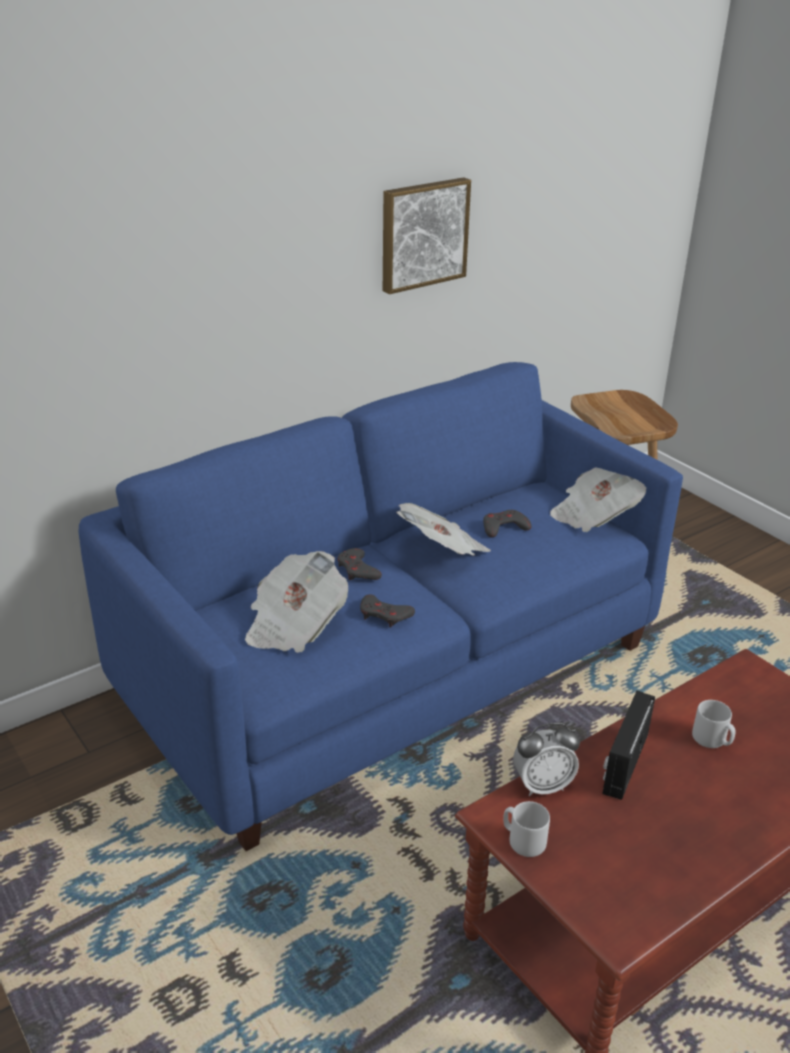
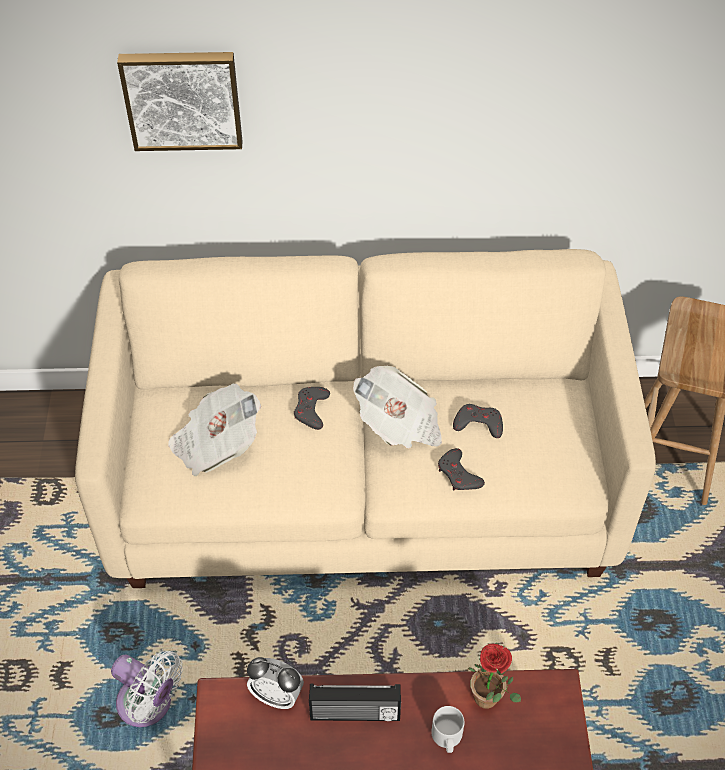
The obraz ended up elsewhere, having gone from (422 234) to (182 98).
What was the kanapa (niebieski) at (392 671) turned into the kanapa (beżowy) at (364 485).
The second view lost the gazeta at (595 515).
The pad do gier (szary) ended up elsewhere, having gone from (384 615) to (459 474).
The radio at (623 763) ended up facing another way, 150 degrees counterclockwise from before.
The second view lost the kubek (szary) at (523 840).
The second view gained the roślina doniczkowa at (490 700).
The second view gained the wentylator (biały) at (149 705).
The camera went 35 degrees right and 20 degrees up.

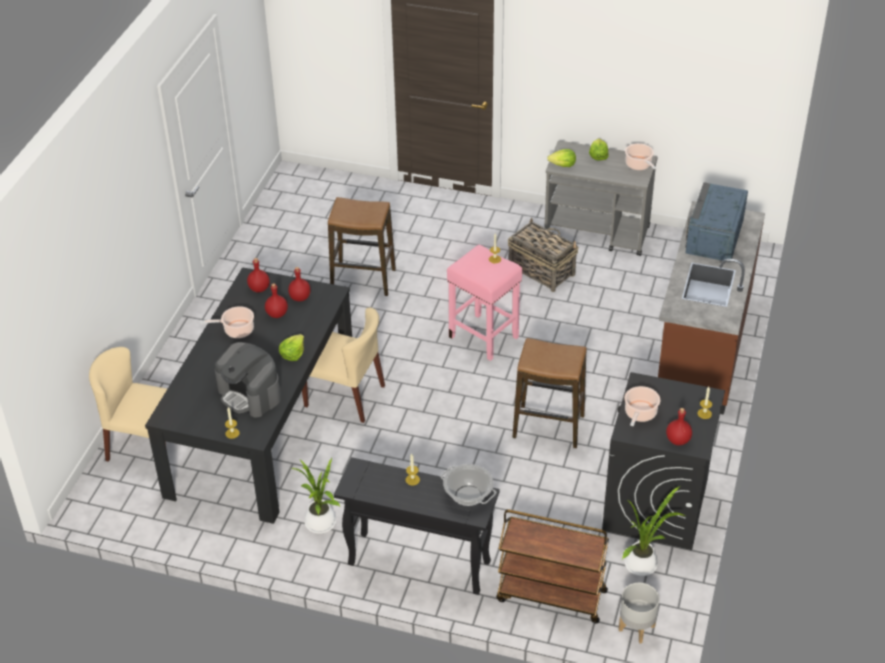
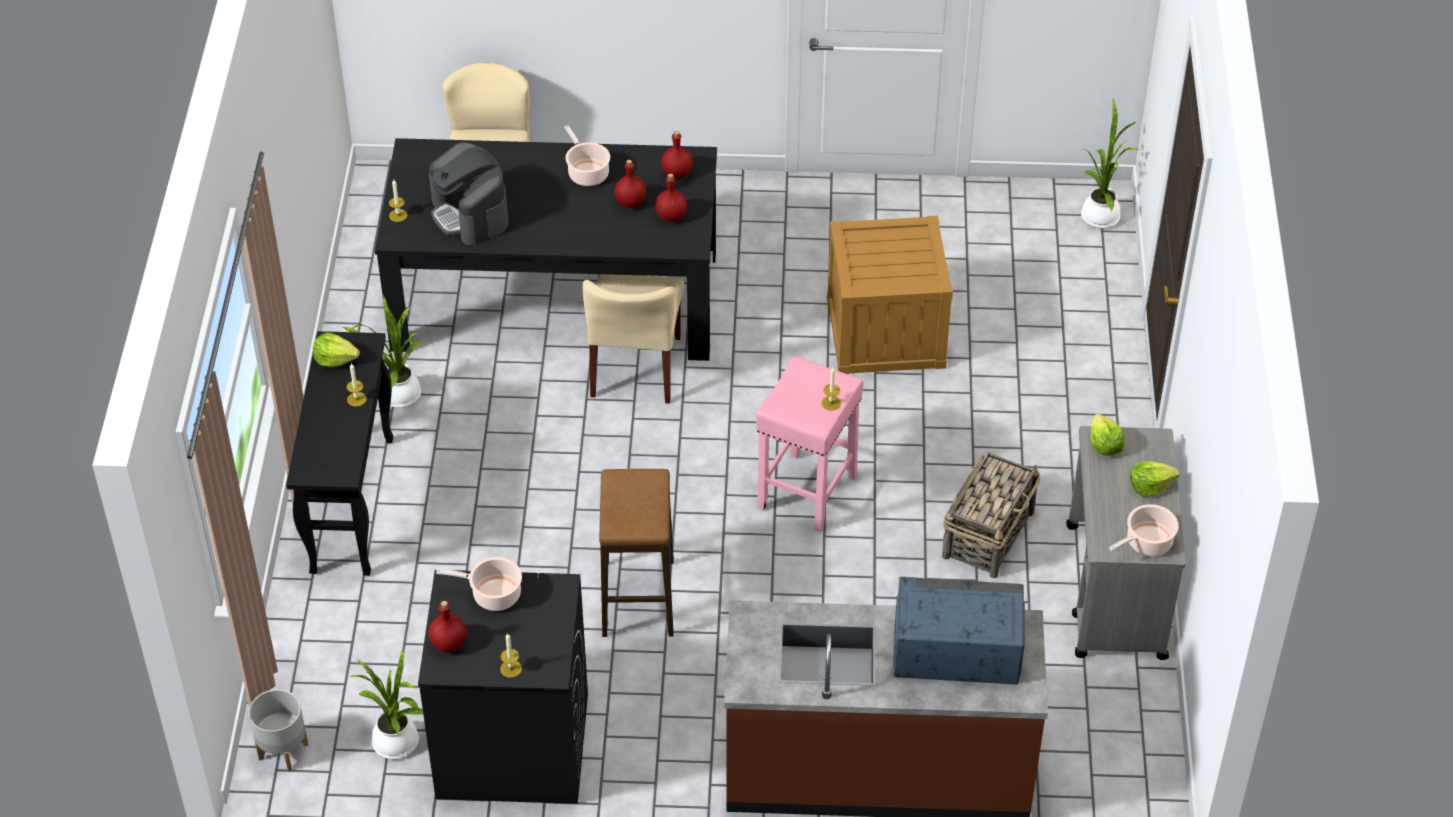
Where the stołek stood at (363 280), the skrzynka came to stand at (886 333).
The sałata ended up elsewhere, having gone from (292 354) to (335 359).
The ekspres do kawy at (250 394) ended up facing another way, 60 degrees counterclockwise from before.
The second view lost the garnek at (468 495).
The second view lost the wózek (brązowy) at (550 596).
The second view gained the roślina doniczkowa at (1101 214).
The camera went 75 degrees right and 5 degrees up.

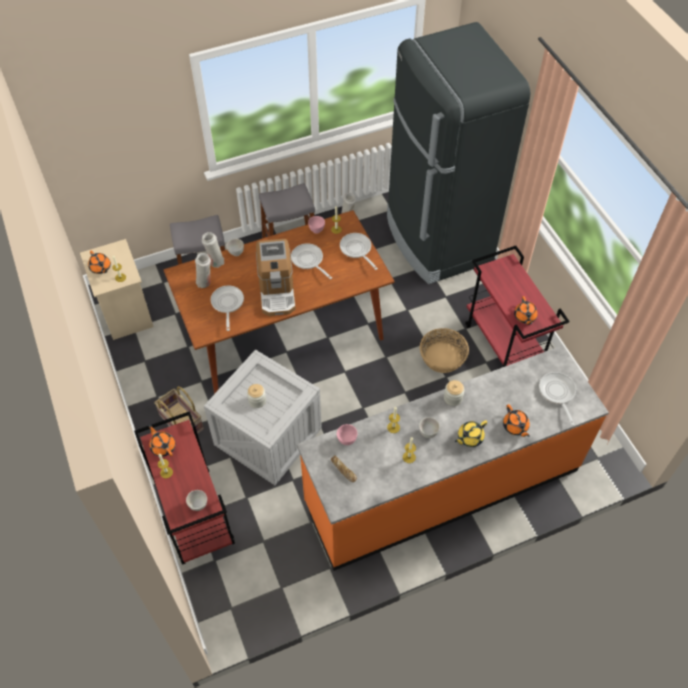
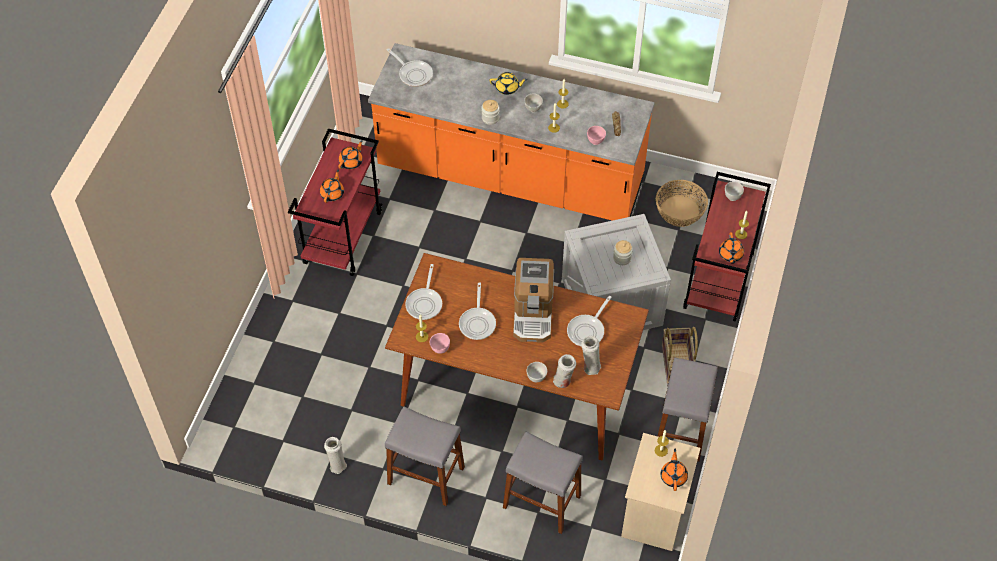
The second view lost the lodówka (czarny) at (437 240).
The ekspres do kawy at (277 291) ended up facing another way, 150 degrees clockwise from before.
The koszyk ended up elsewhere, having gone from (442 358) to (680 211).
The patelnia at (557 393) ended up facing another way, 75 degrees counterclockwise from before.
The imbryk (pomarańczowy) ended up elsewhere, having gone from (515 427) to (332 193).
The second view gained the stołek (szary) at (681 429).
The camera went 140 degrees left and 0 degrees up.

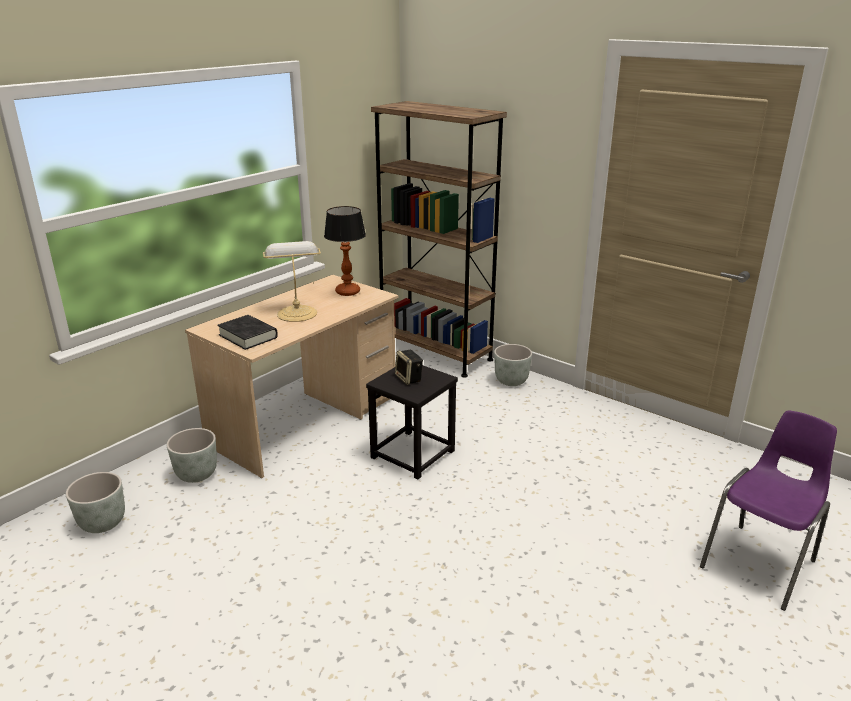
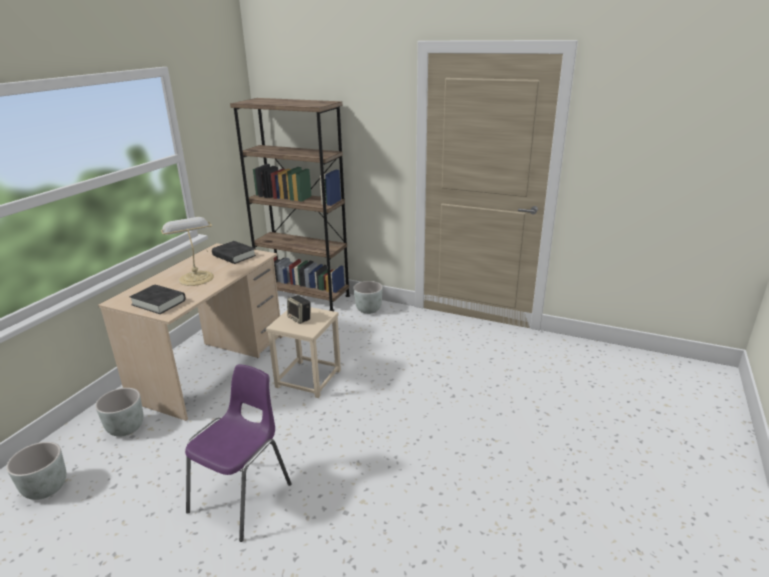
Where the lampa stołowa stood at (347 292), the książka (czarny) came to stand at (234 256).
What was the stołek (czarny) at (413 454) turned into the stołek (beżowy) at (309 379).
The krzesło (fioletowy) ended up elsewhere, having gone from (760 563) to (243 497).
The camera went 15 degrees left and 0 degrees up.

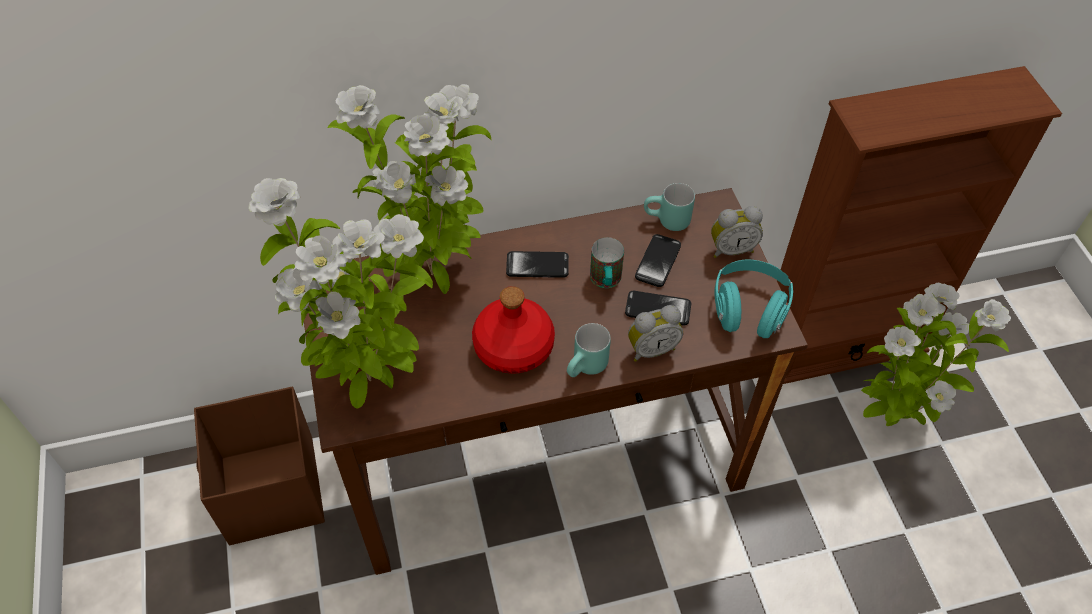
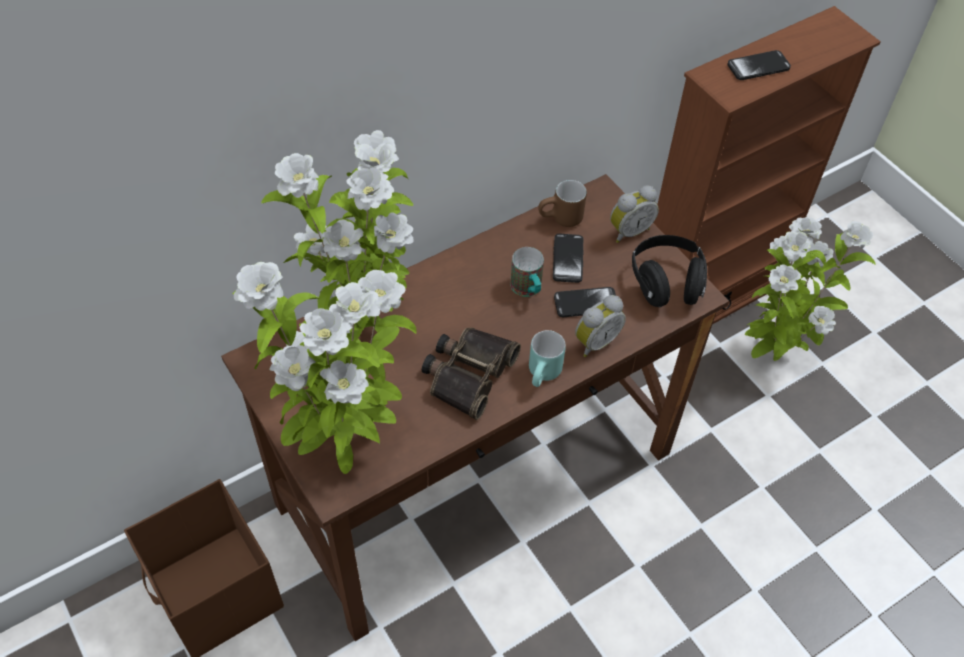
What was the kubek (turkusowy) at (667 222) turned into the kubek (brązowy) at (561 220).
The telefon ended up elsewhere, having gone from (537 265) to (758 67).
What was the słuchawki (turkusowy) at (748 310) turned into the słuchawki (czarny) at (666 283).
Where the butelka (czerwony) stood at (513 346), the lornetka came to stand at (467 373).
The camera went 20 degrees left and 0 degrees up.

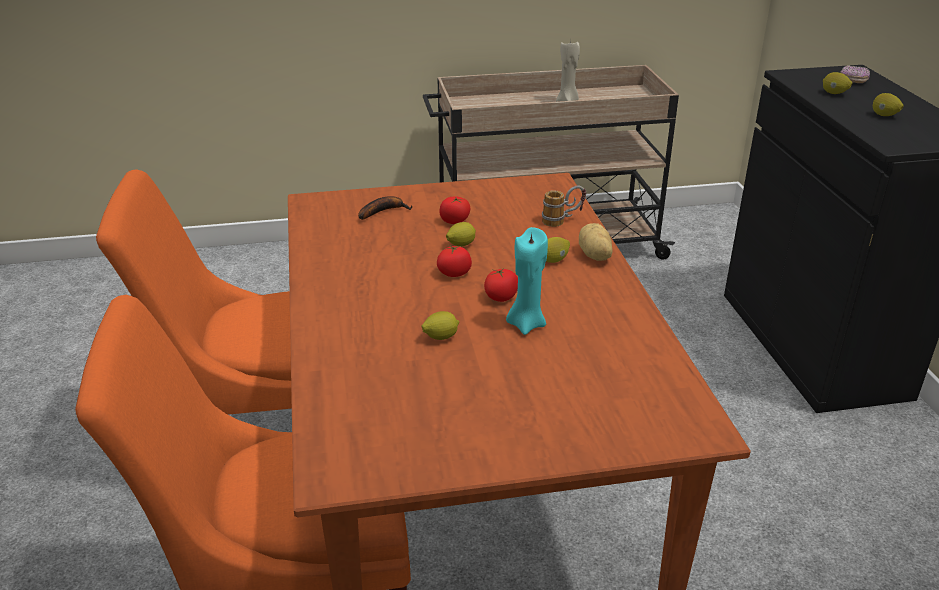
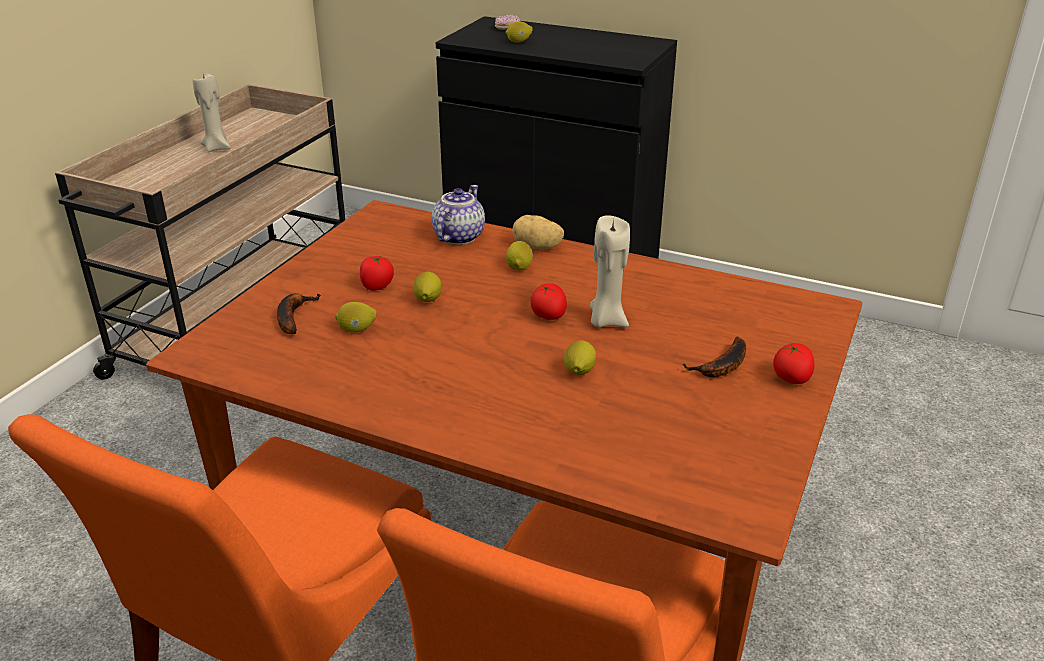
The cytryna ended up elsewhere, having gone from (884 115) to (357 330).
Where the kubek stood at (563 221), the imbryk came to stand at (458 236).
What was the świeca (turkusowy) at (526 324) turned into the świeca (beżowy) at (606 321).
The pomidor ended up elsewhere, having gone from (454 273) to (791 378).
The second view gained the banan at (722 367).
The camera went 55 degrees left and 0 degrees up.

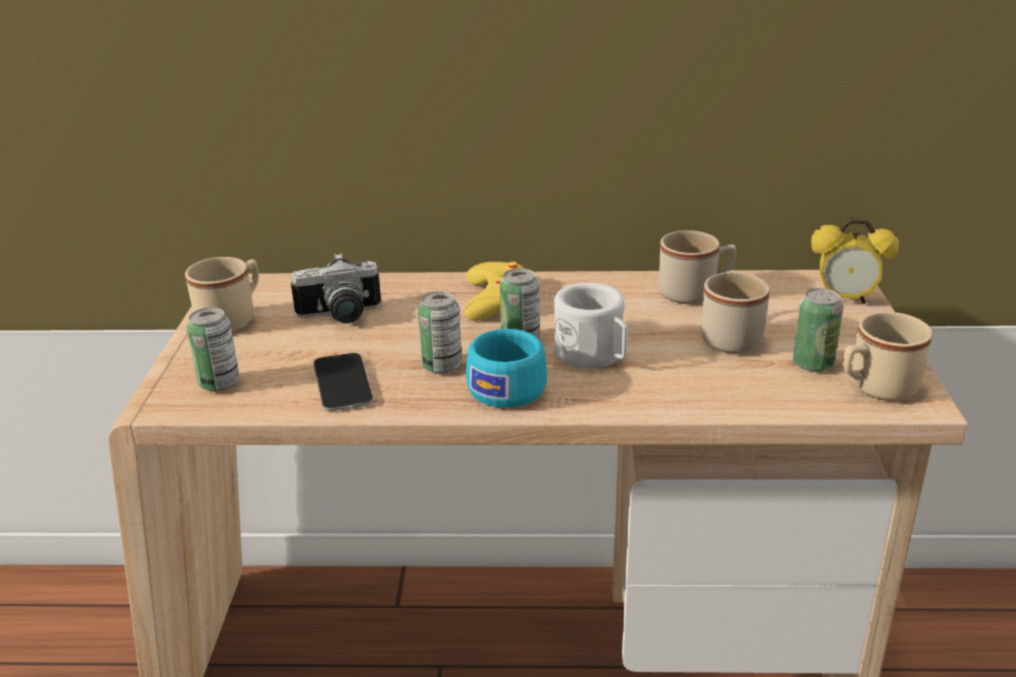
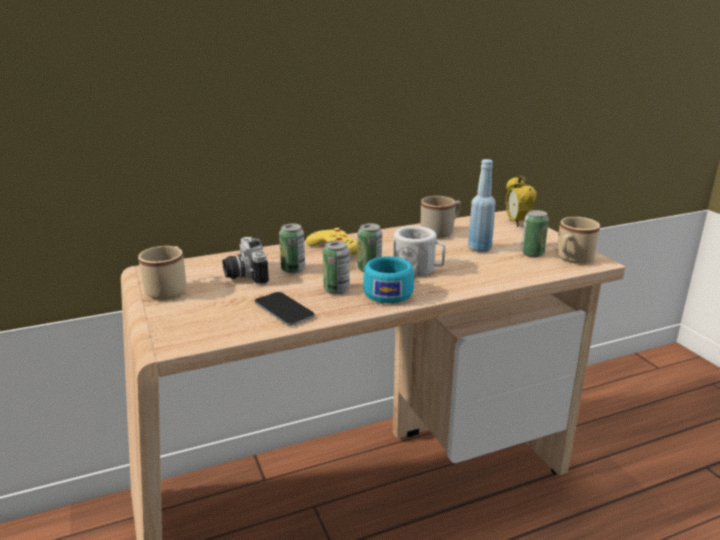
The budzik at (845 299) ended up facing another way, 90 degrees clockwise from before.
The aparat fotograficzny at (340 316) ended up facing another way, 105 degrees clockwise from before.
Where the kubek (beżowy) stood at (730 336), the butelka (niebieski) came to stand at (479 248).
The puszka ended up elsewhere, having gone from (219 383) to (293 269).
The camera went 25 degrees left and 5 degrees down.

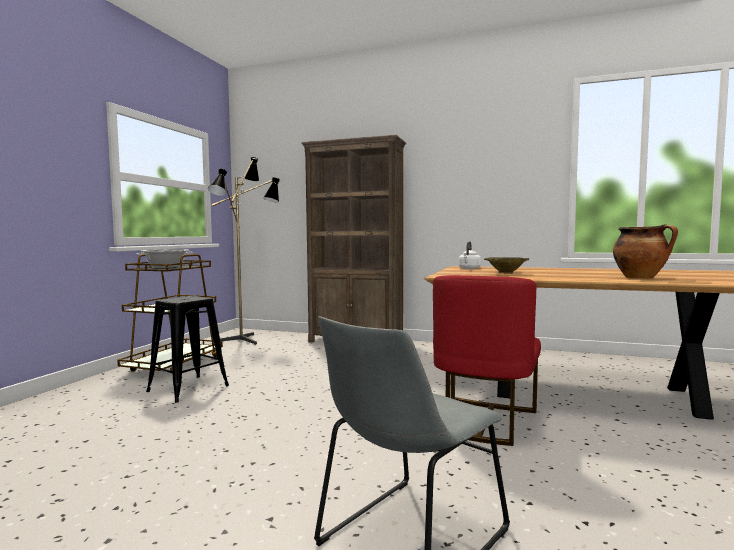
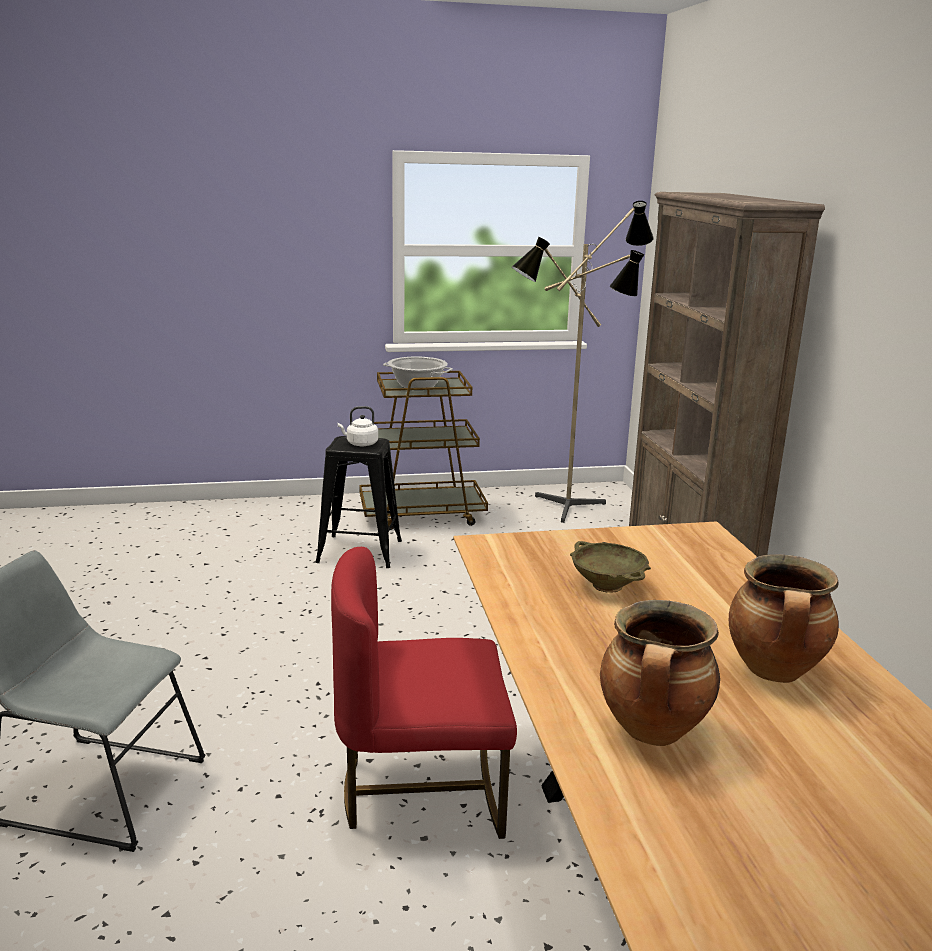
The czajnik (biały) ended up elsewhere, having gone from (469 268) to (360 444).
The second view gained the garnek at (775 672).
The camera went 60 degrees right and 15 degrees up.

